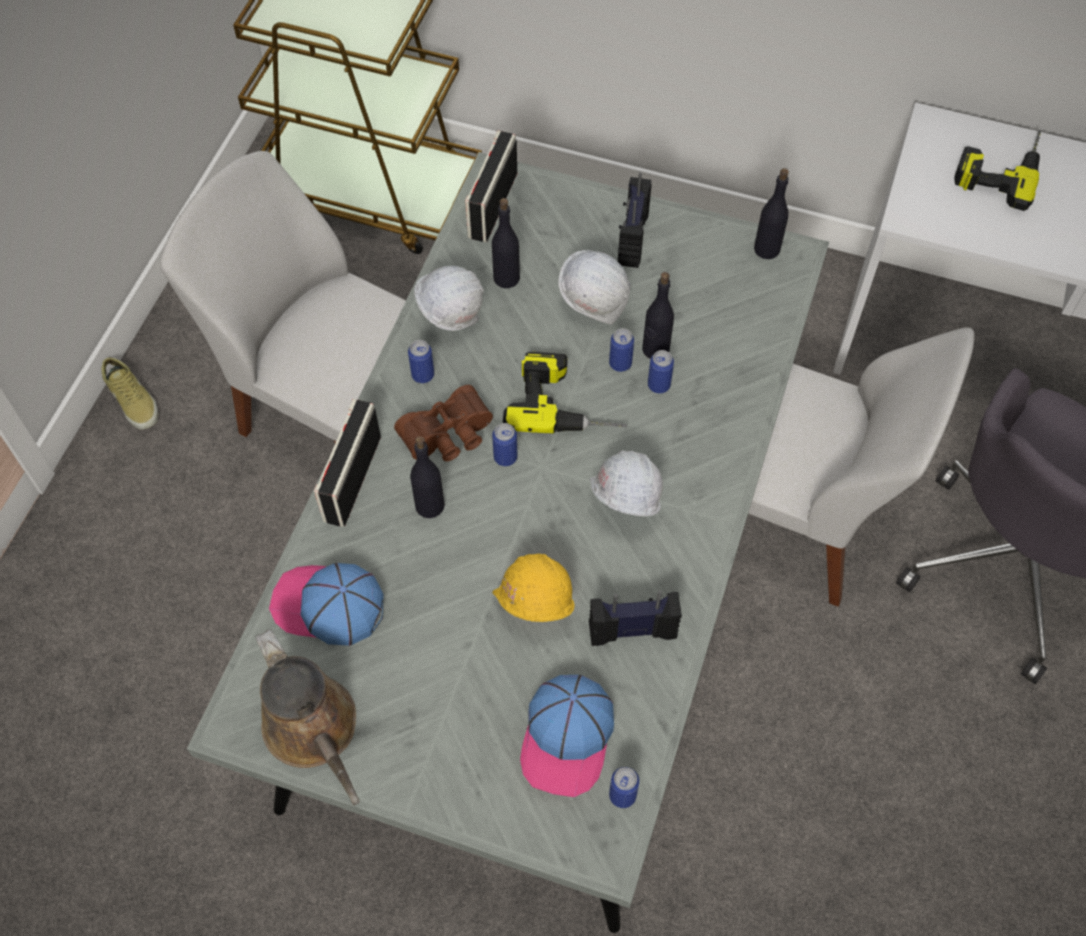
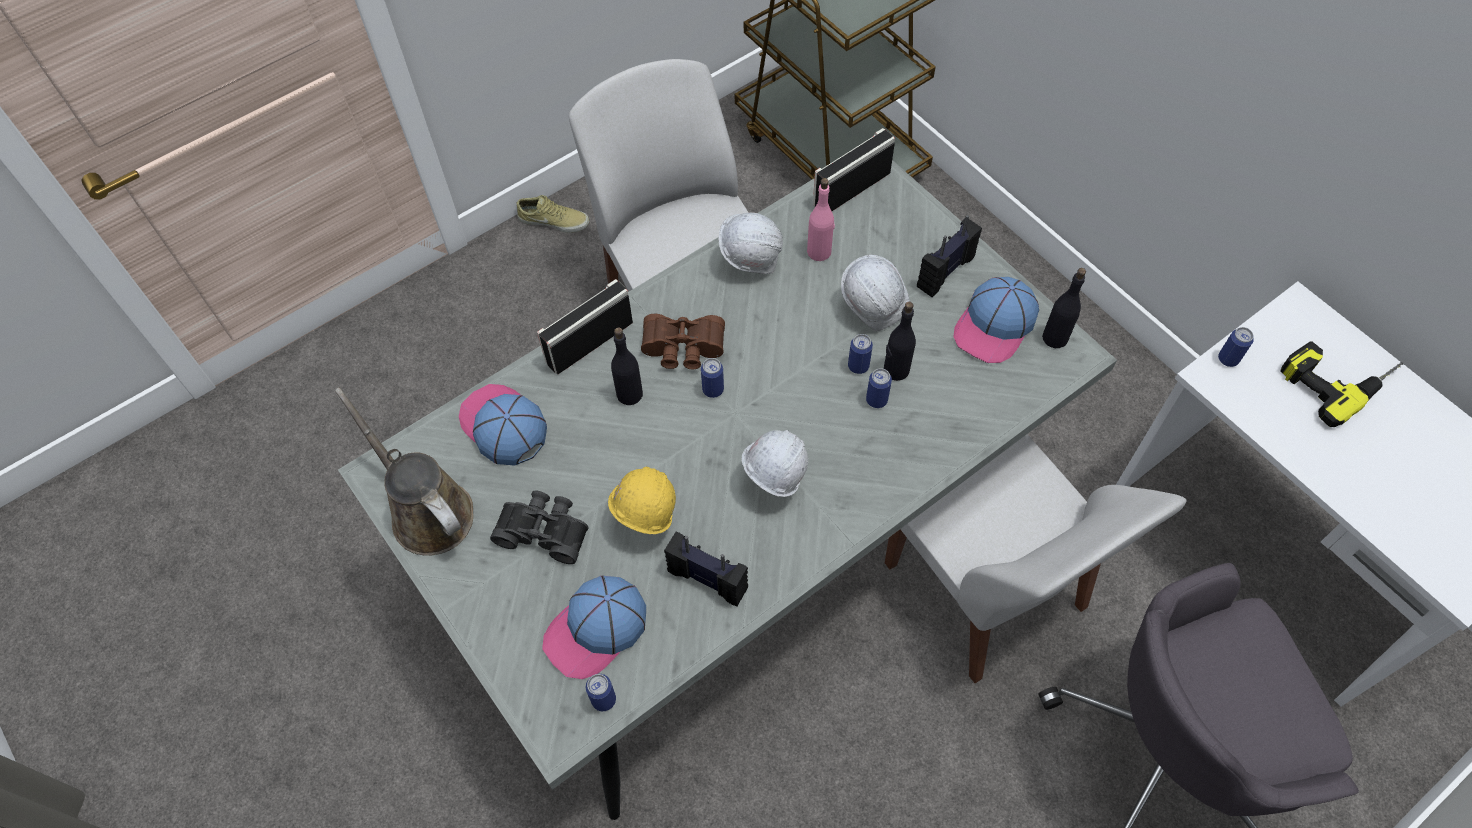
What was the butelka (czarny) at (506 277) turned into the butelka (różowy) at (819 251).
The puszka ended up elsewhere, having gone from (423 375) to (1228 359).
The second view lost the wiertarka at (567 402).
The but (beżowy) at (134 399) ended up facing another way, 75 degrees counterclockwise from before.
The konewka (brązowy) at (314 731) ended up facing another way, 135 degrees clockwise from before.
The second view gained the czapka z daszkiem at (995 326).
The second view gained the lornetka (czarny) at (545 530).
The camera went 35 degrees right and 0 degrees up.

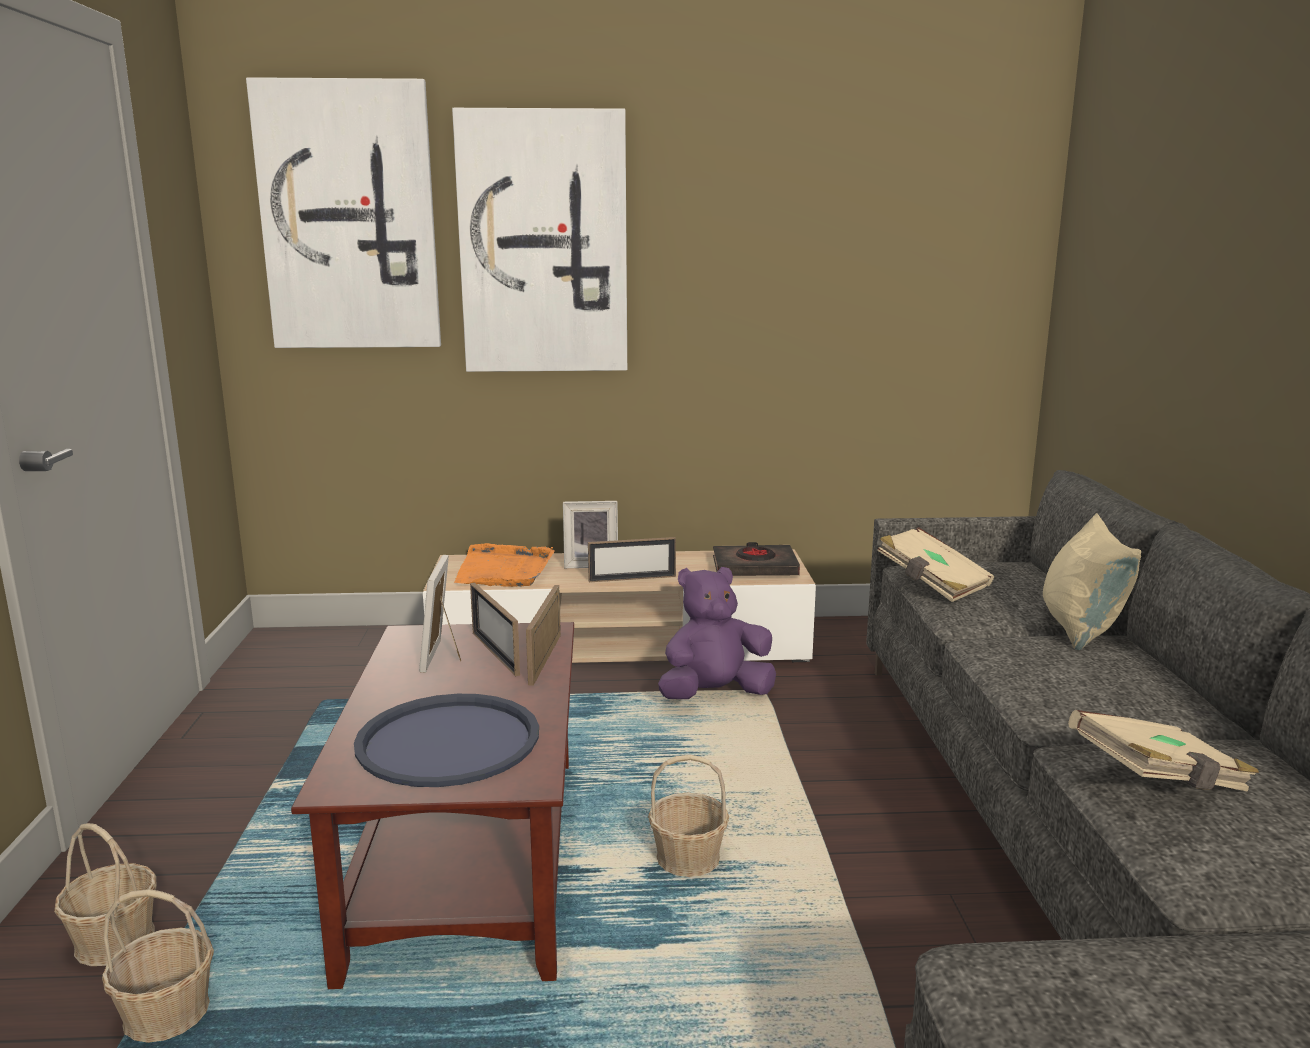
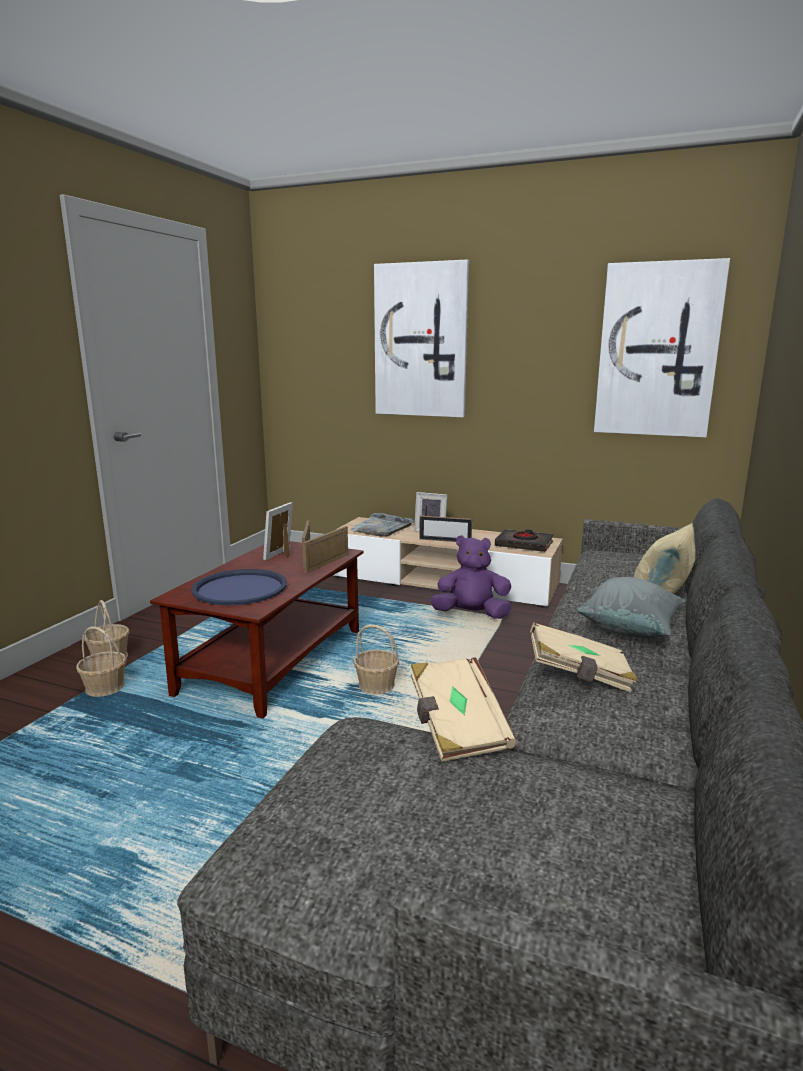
The obraz ended up elsewhere, having gone from (349 217) to (657 350).
The książka (beżowy) ended up elsewhere, having gone from (932 583) to (457 727).
What was the taca (pomarańczowy) at (504 570) turned into the taca (szary) at (382 528).
The second view gained the poduszka (szary) at (629 630).
The camera went 25 degrees right and 0 degrees up.

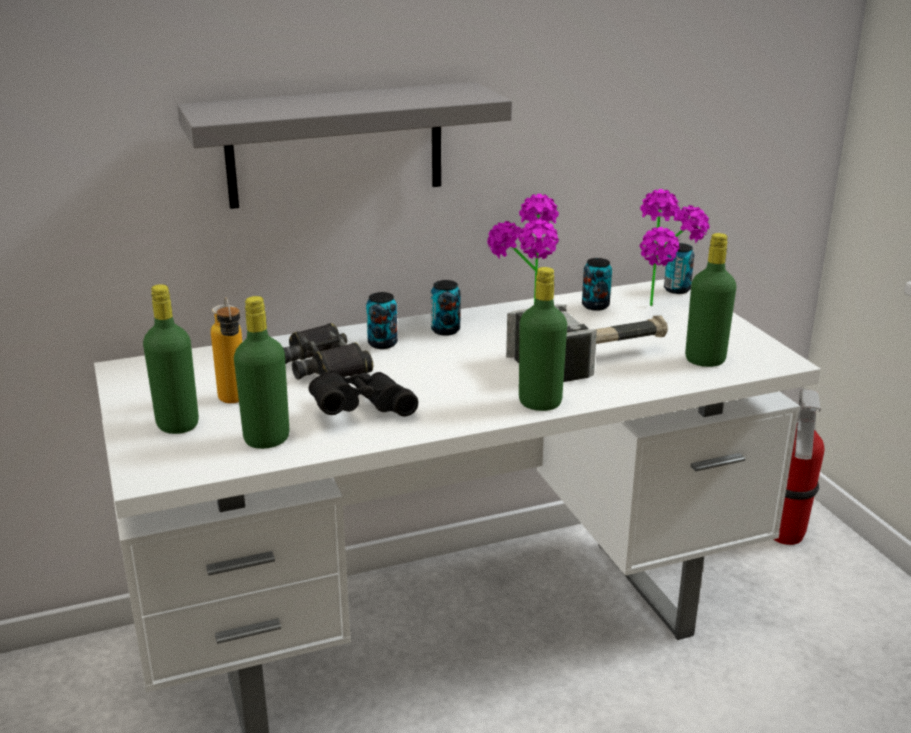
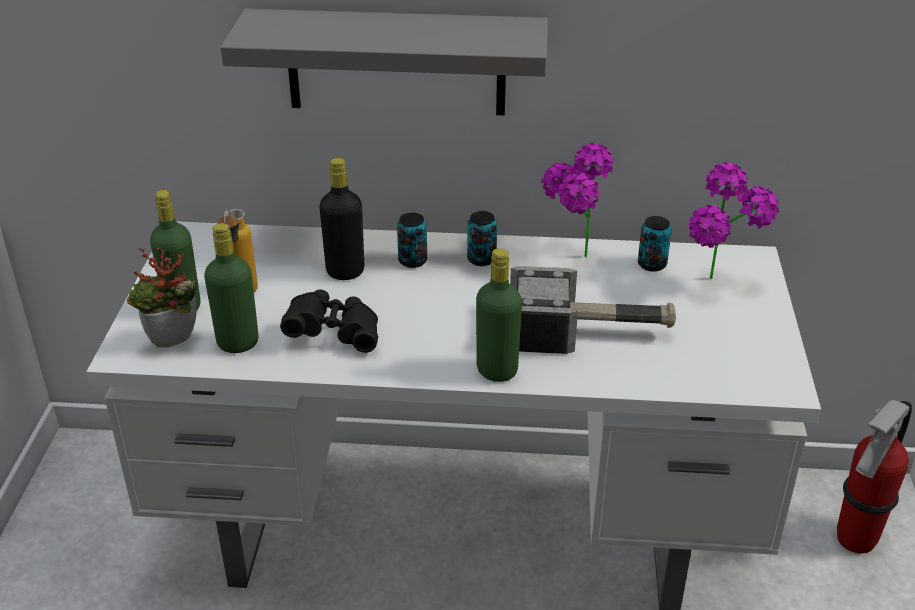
The second view lost the butelka (zielony) at (705 360).
The second view lost the puszka at (677 289).
Where the lornetka (czarny) stood at (324 364), the butelka (czarny) came to stand at (345 272).
The second view gained the roślina doniczkowa at (172 344).
The camera went 25 degrees right and 10 degrees up.

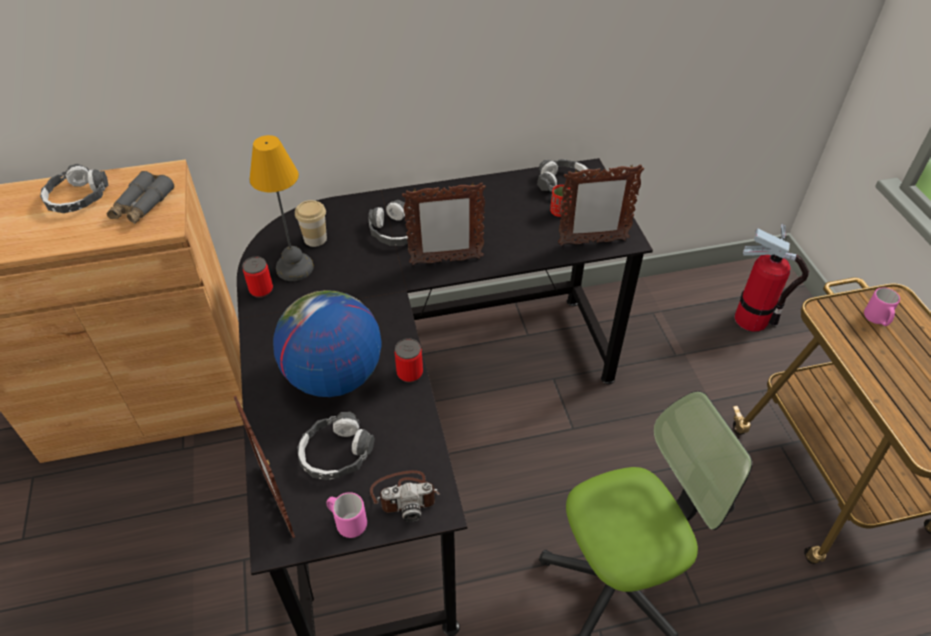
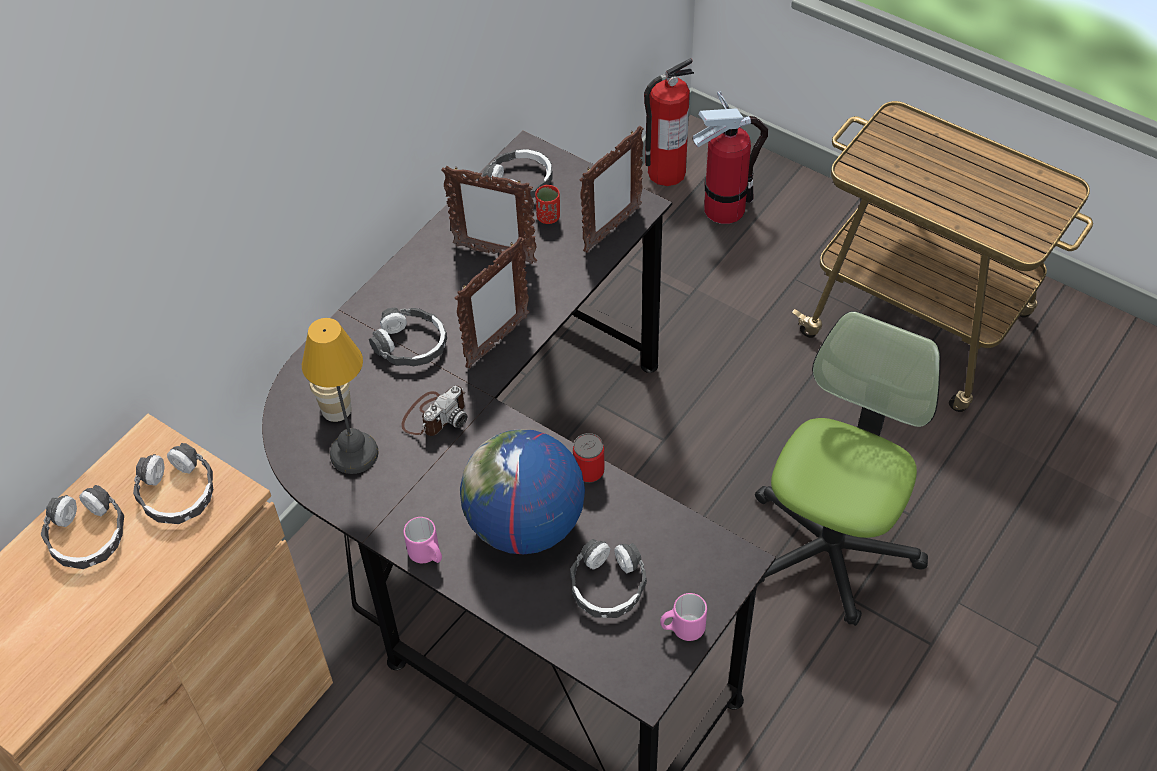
Where the lornetka (szary) stood at (142 206), the słuchawki came to stand at (177 493).
The second view lost the puszka at (261 290).
The kubek (różowy) ended up elsewhere, having gone from (877 320) to (427 555).
The ramka na zdjęcie ended up elsewhere, having gone from (277 499) to (494 254).
The aparat fotograficzny ended up elsewhere, having gone from (405 495) to (435 415).
The second view gained the gaśnica at (665 173).
The camera went 40 degrees left and 5 degrees up.

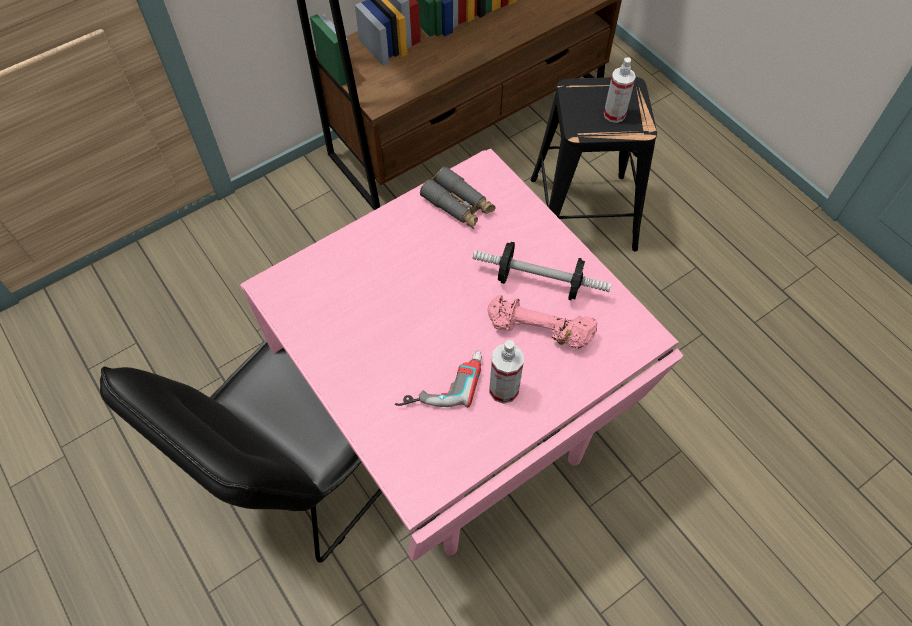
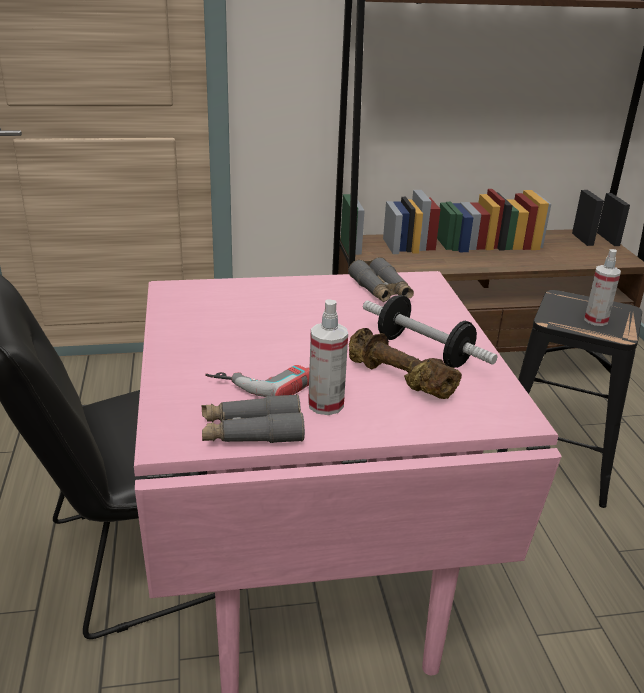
What was the hantel (różowy) at (539 331) turned into the hantel (brązowy) at (397 379).
The second view gained the lornetka (szary) at (252 432).
The camera went 25 degrees right and 30 degrees down.

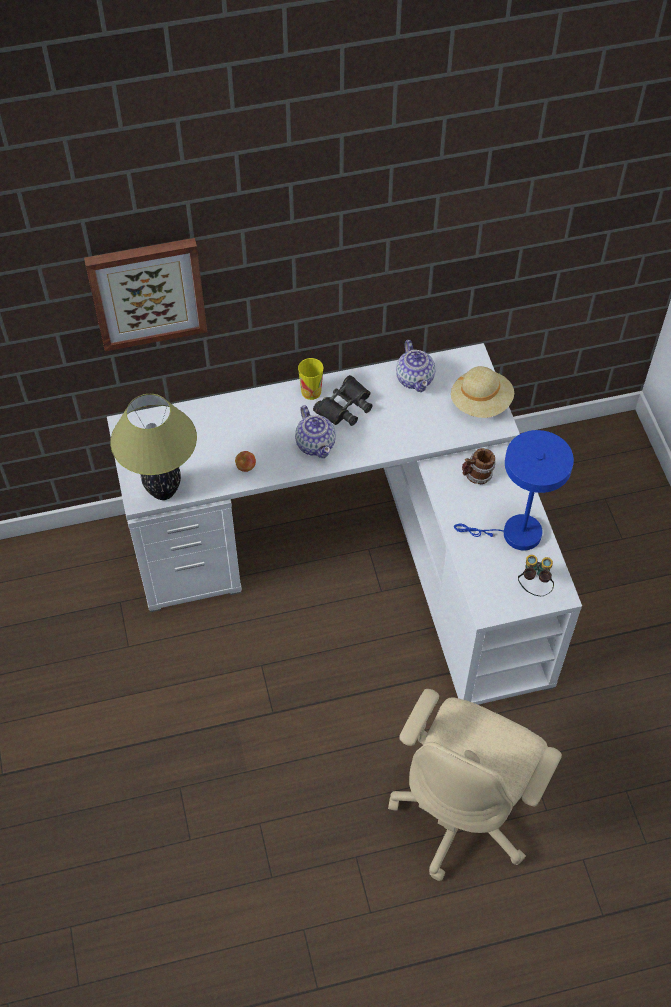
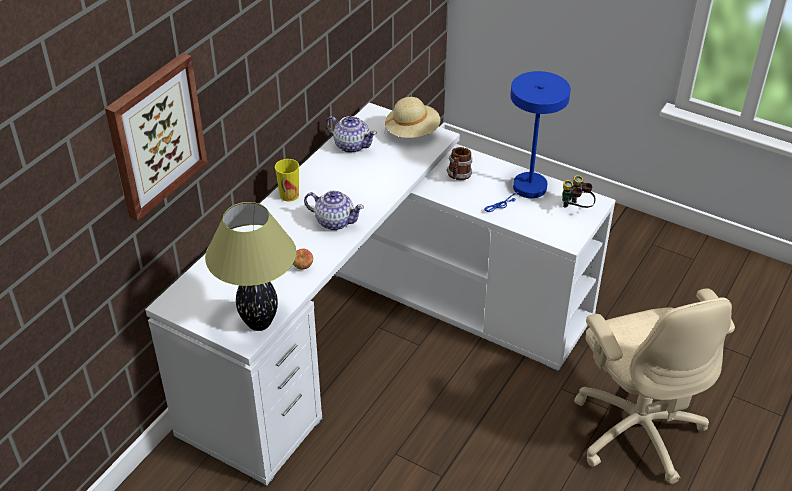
The second view lost the lornetka (czarny) at (345 406).
The camera went 45 degrees left and 15 degrees down.

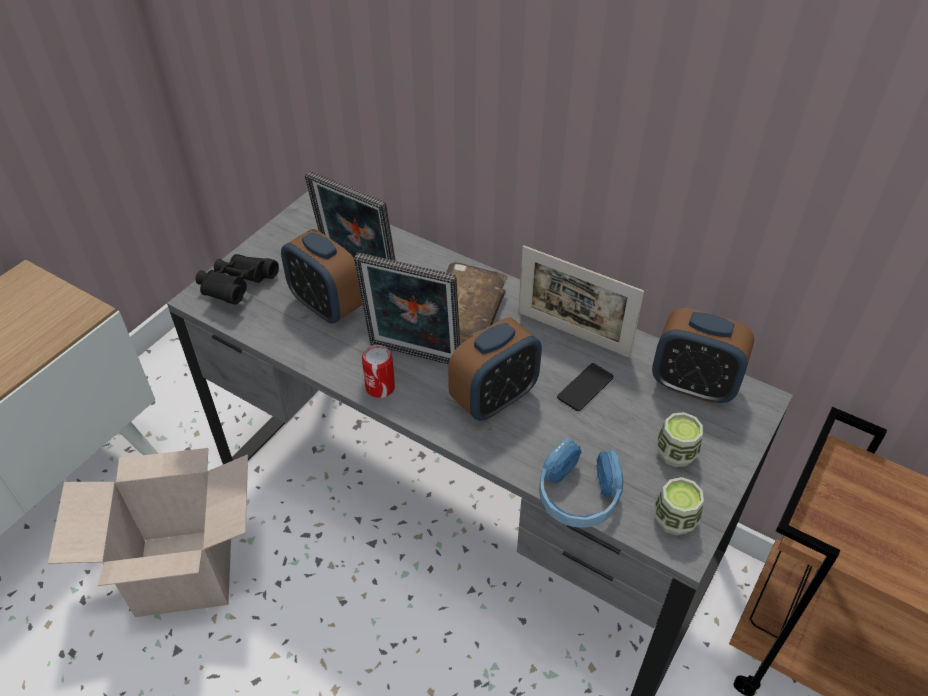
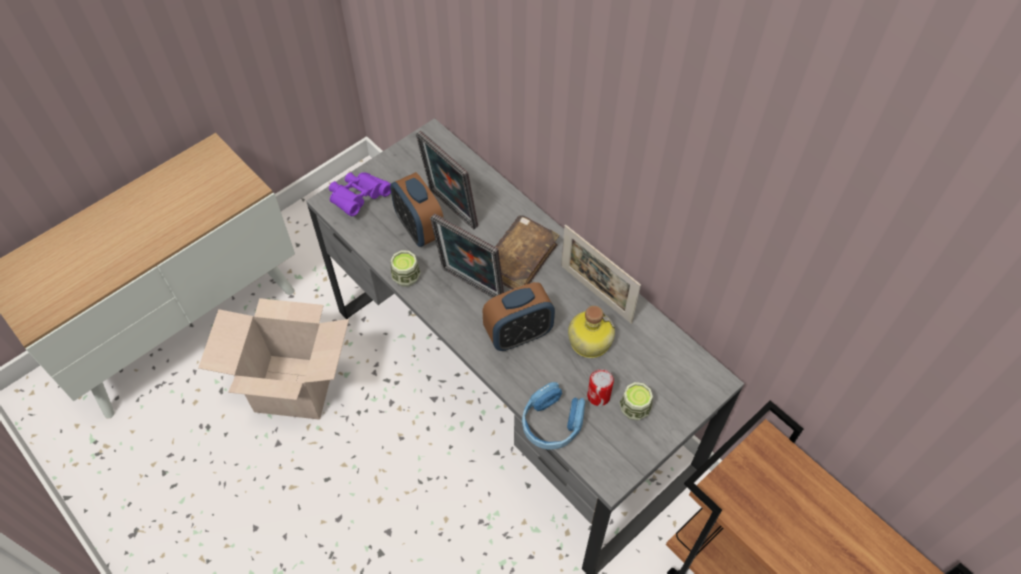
What was the lornetka (czarny) at (237 288) turned into the lornetka (fioletowy) at (359 198).
The second view lost the budzik at (693 385).
The puszka ended up elsewhere, having gone from (380 387) to (598 396).
Where the telefon stood at (585 387), the butelka came to stand at (588 341).
The filiżanka ended up elsewhere, having gone from (674 520) to (406 277).
The camera went 15 degrees right and 10 degrees up.

